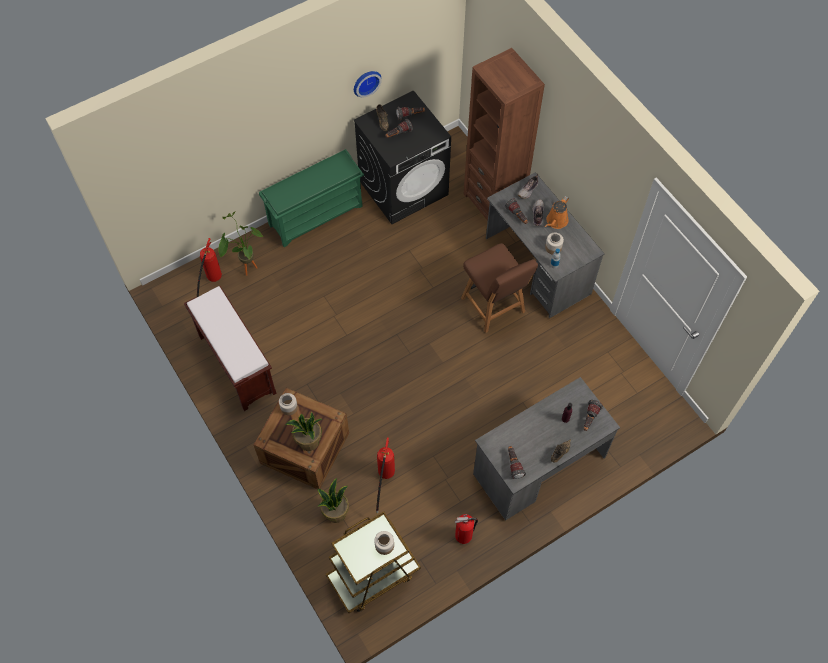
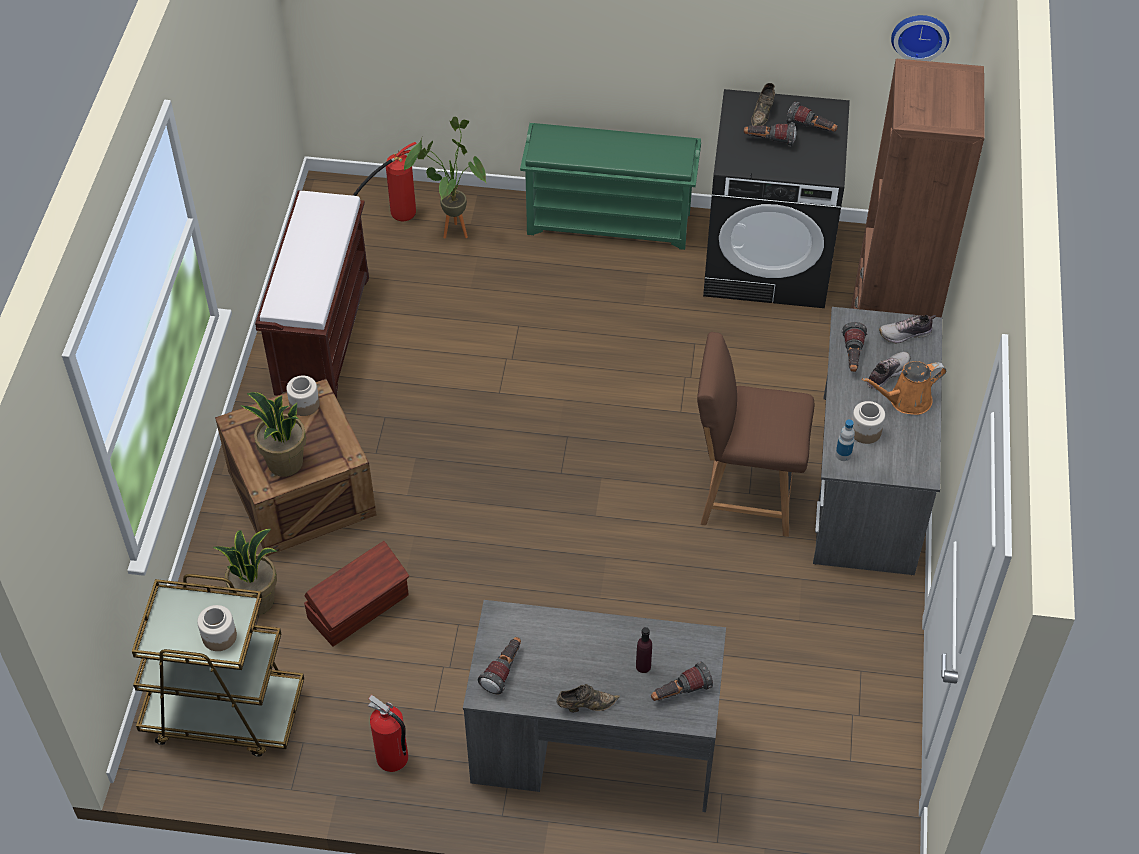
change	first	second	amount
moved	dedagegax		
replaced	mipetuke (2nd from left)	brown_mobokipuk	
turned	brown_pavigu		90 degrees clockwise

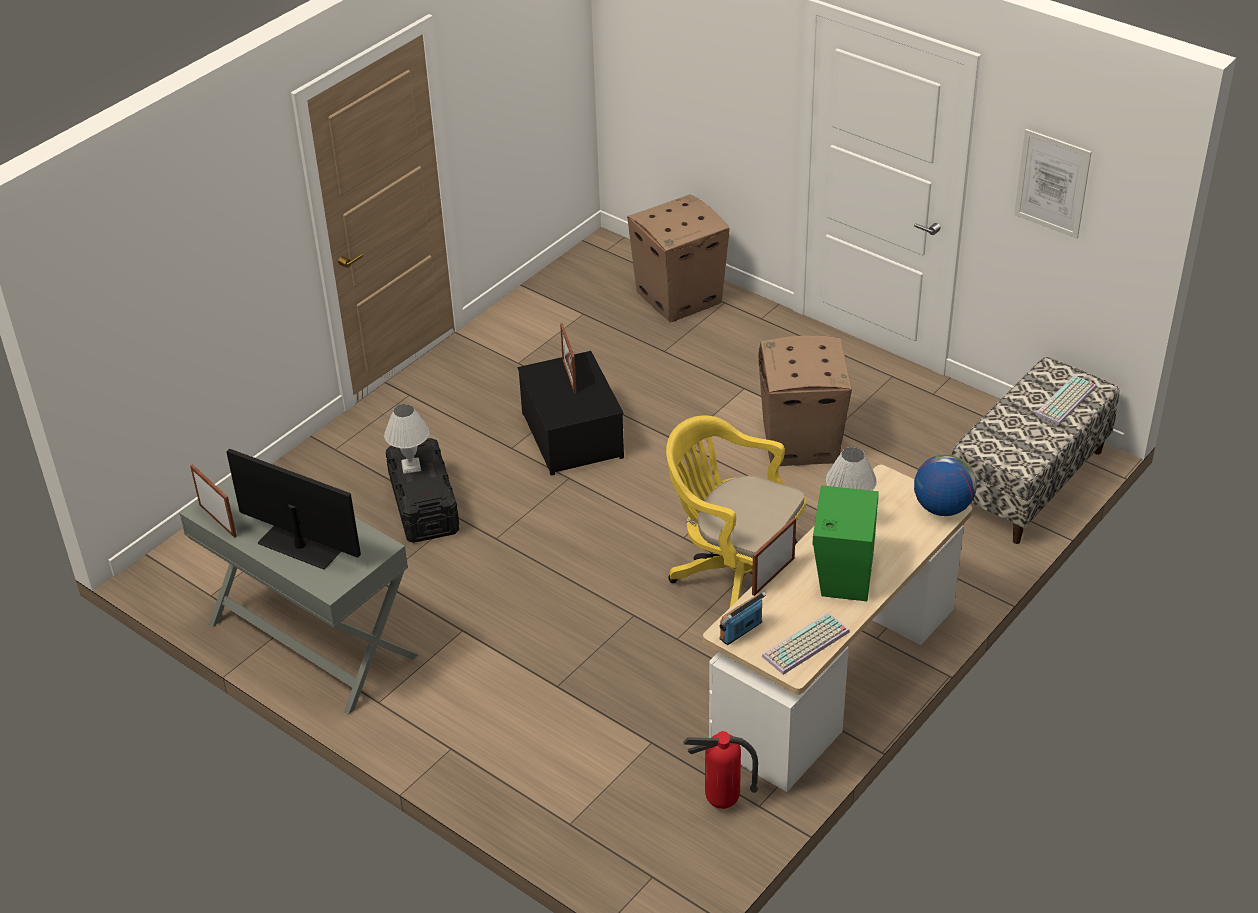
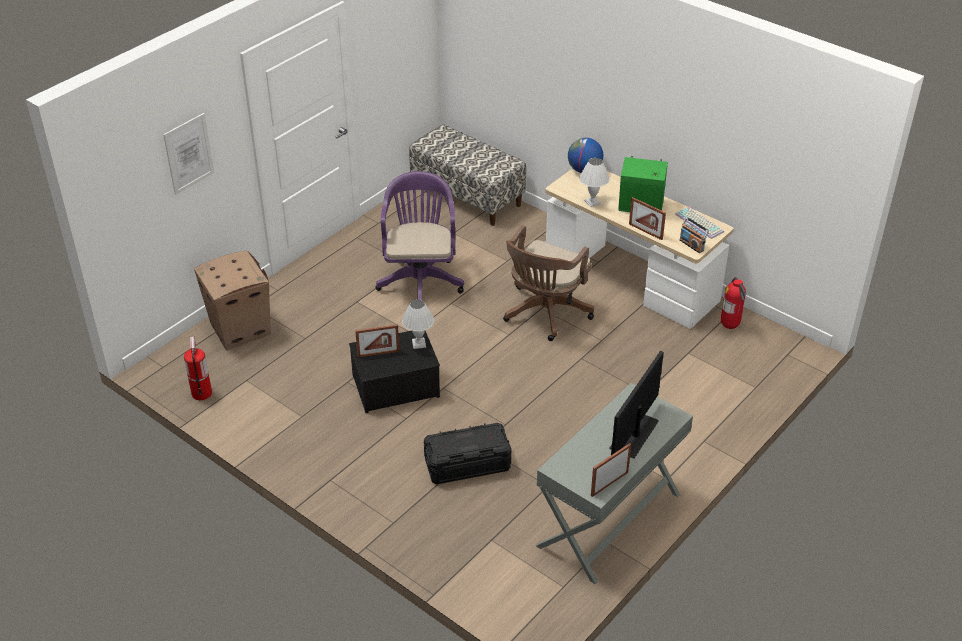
change	first	second	amount
removed	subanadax (2nd from left)		
added		mipetuke (1st from left)	
moved	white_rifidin (1st from left)		
moved	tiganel		
replaced	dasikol (2nd from left)	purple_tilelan	
recoloured	yellow_tilelan	brown_tilelan	

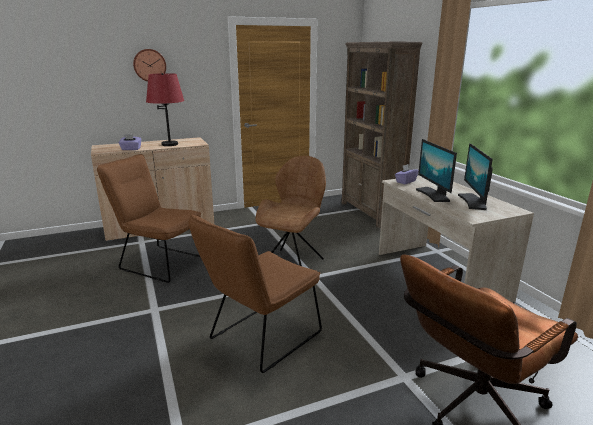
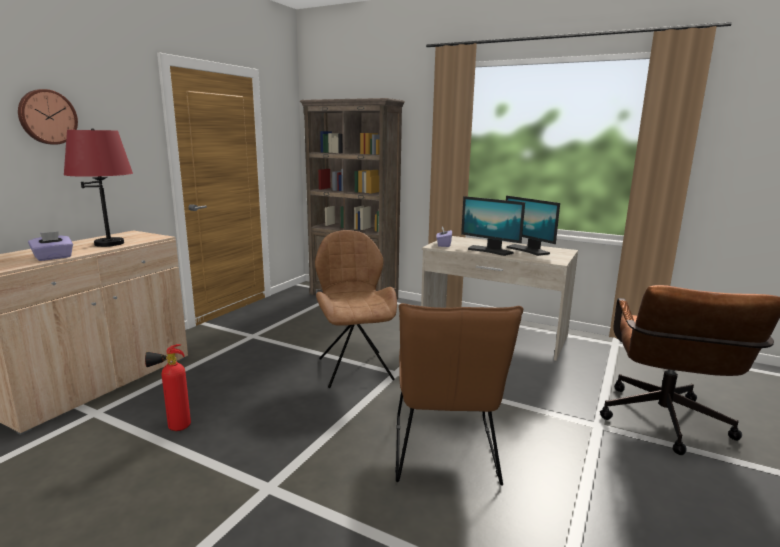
change	first	second	amount
replaced	brown_pavigu (1st from left)	mipetuke	

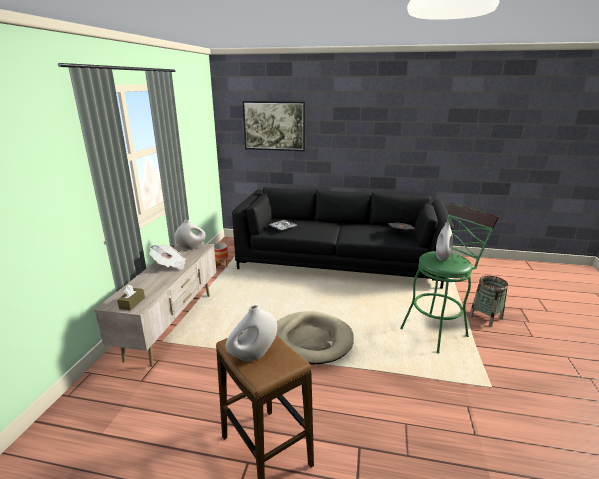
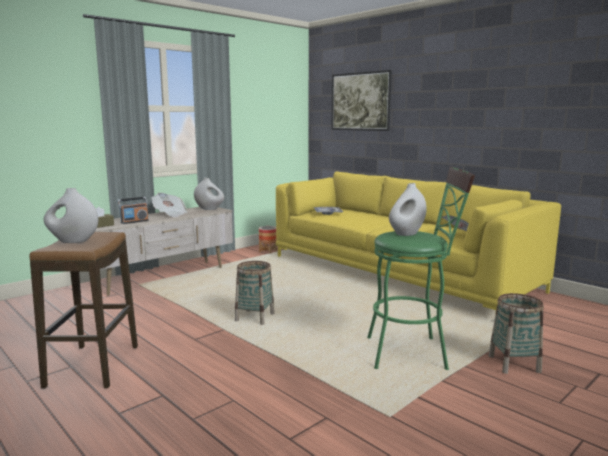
change	first	second	amount
added		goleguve	
replaced	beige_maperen	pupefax (1st from left)	
recoloured	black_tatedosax	yellow_tatedosax	

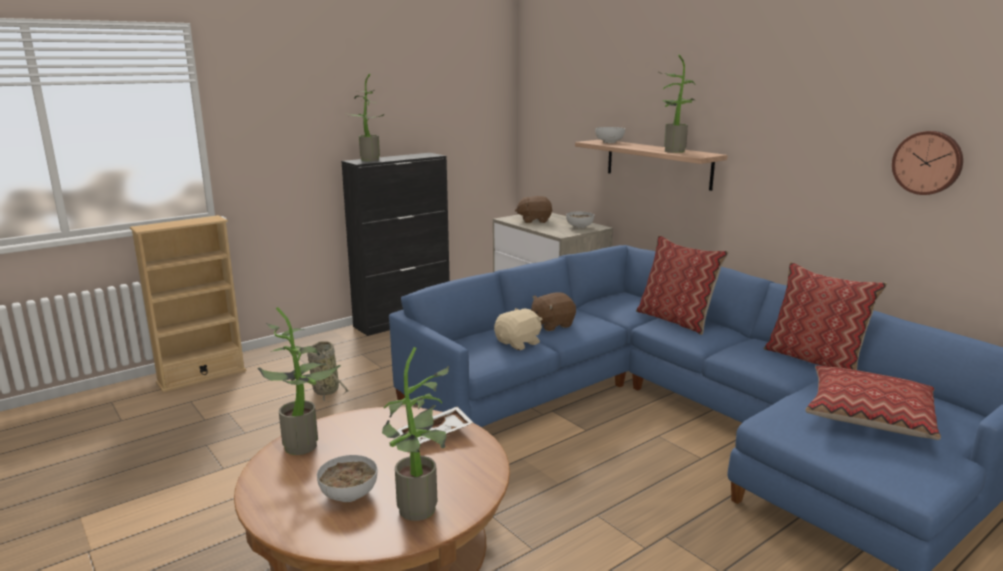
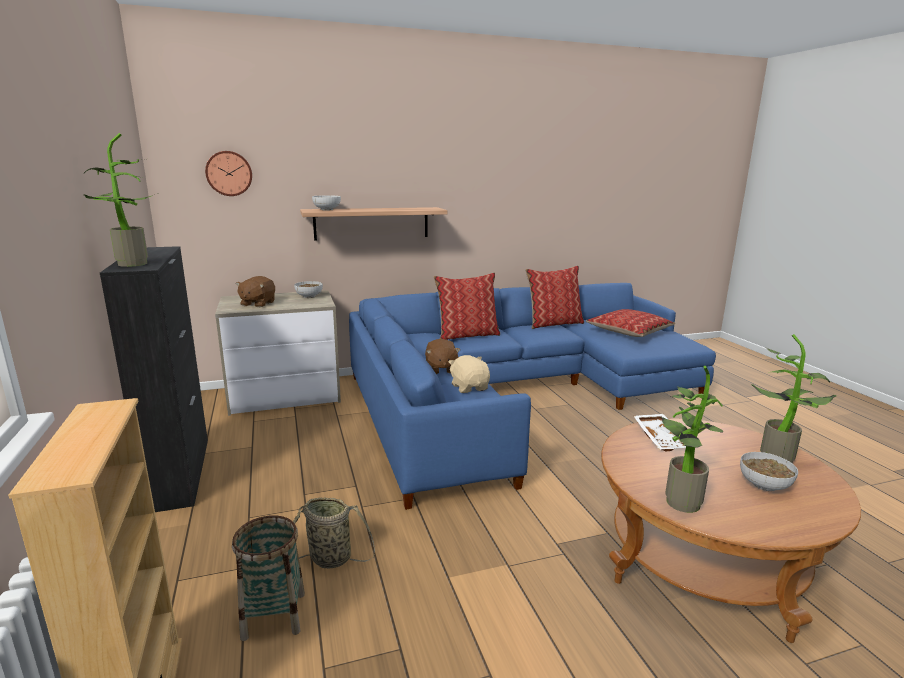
change	first	second	amount
removed	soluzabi (4th from left)		
added		pupefax (1st from left)	
moved	dedagegax		

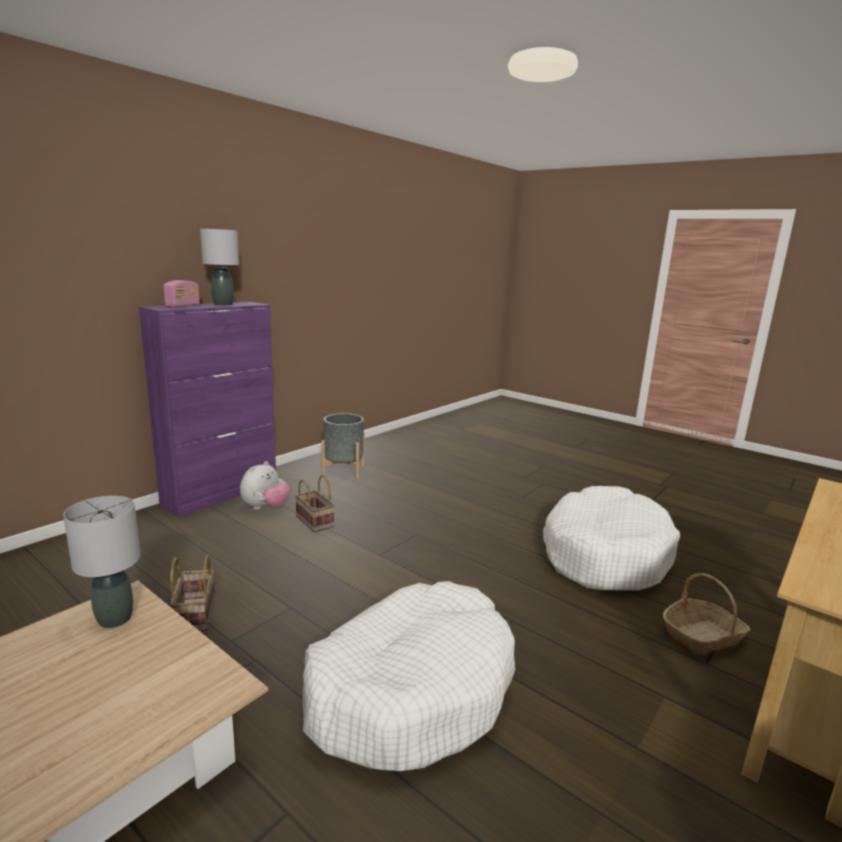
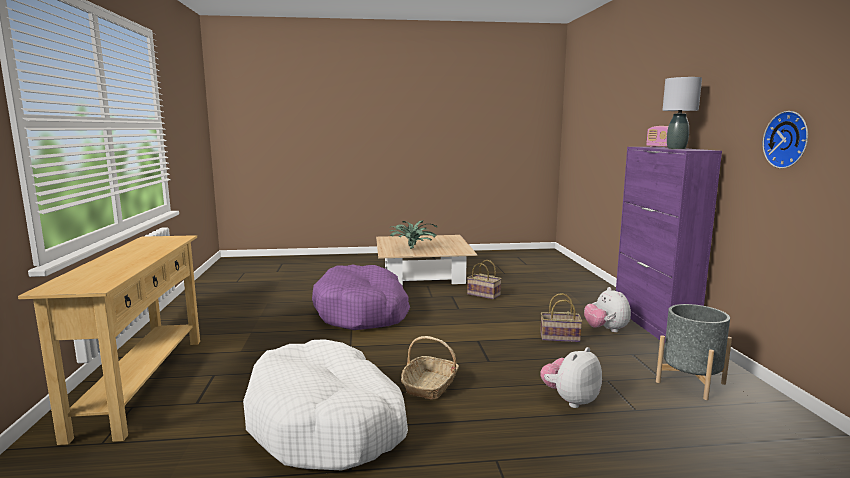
change	first	second	amount
removed	grey_rifidin (1st from left)		
added		soluzabi	
added		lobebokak (1st from left)	
added		dedagegax	
moved	pupefax (3rd from left in the first image)	pupefax (1st from left)	
recoloured	white_maperen (1st from left)	purple_maperen	

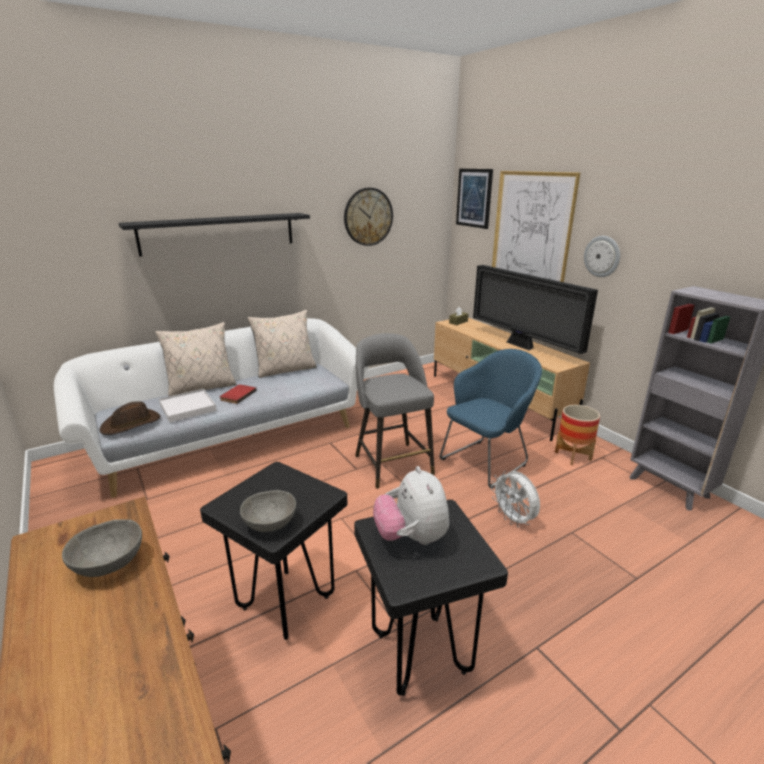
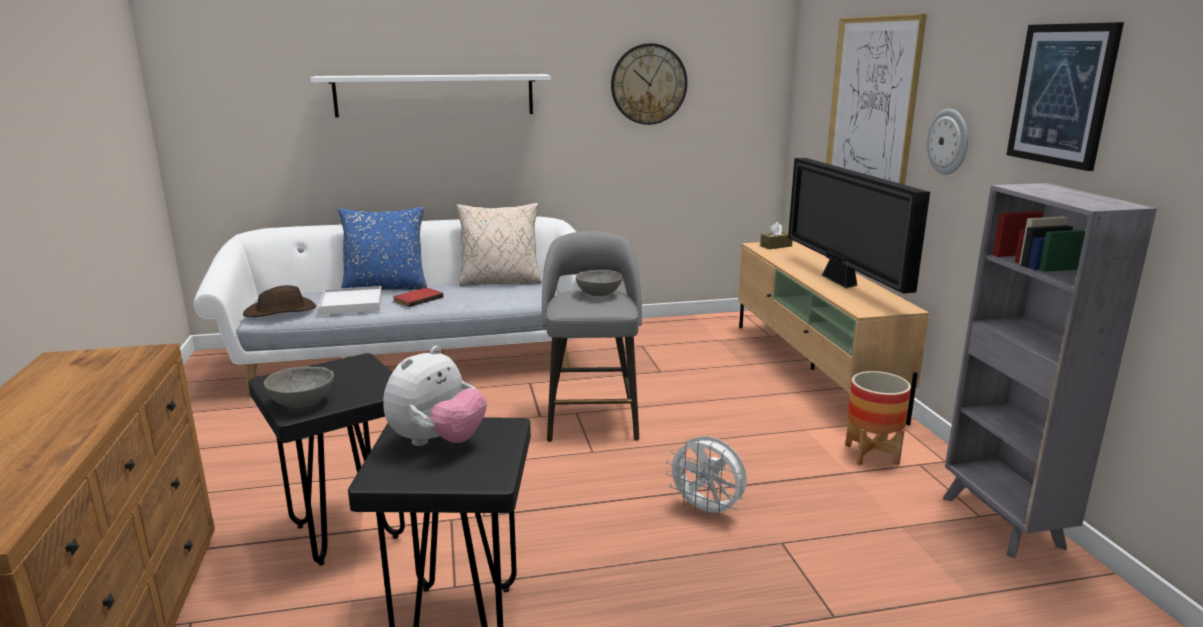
change	first	second	amount
removed	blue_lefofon		
moved	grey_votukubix (1st from left in the first image)	grey_votukubix (2nd from left)	
moved	tiganel (1st from left in the first image)	tiganel (2nd from left)	
recoloured	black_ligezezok	white_ligezezok	
recoloured	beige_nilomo (1st from left)	blue_nilomo	
turned	lobebokak		150 degrees counterclockwise
turned	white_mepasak		45 degrees counterclockwise

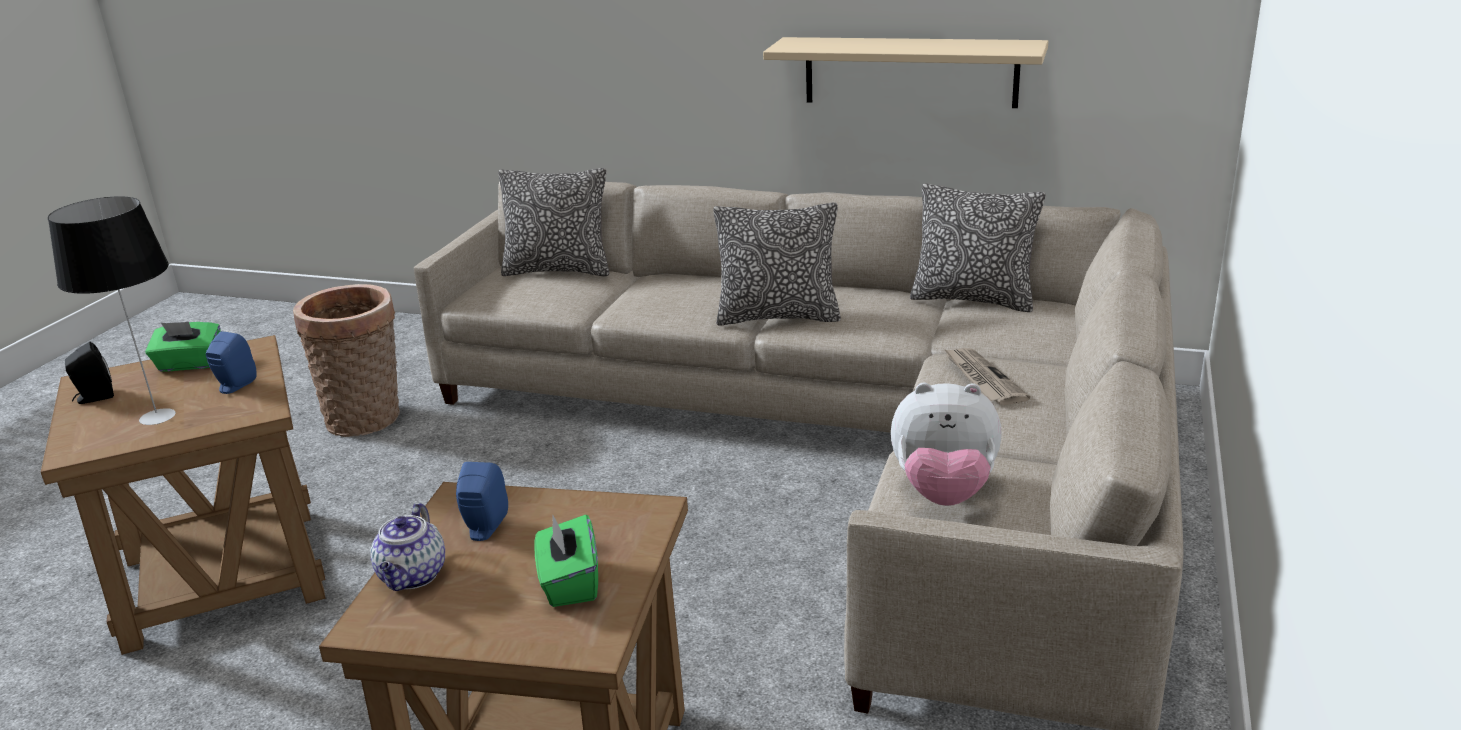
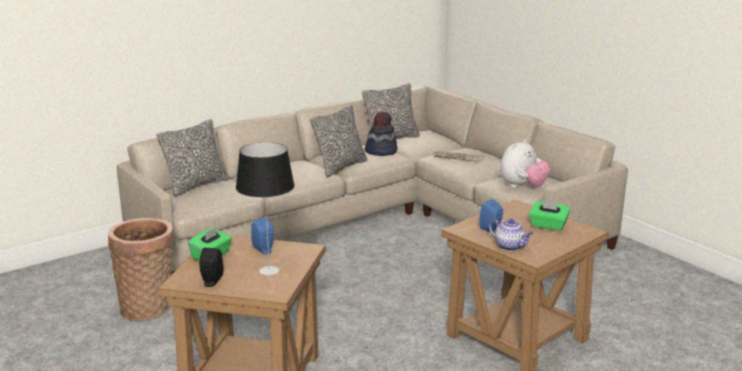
change	first	second	amount
removed	beige_ligezezok		
added		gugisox	

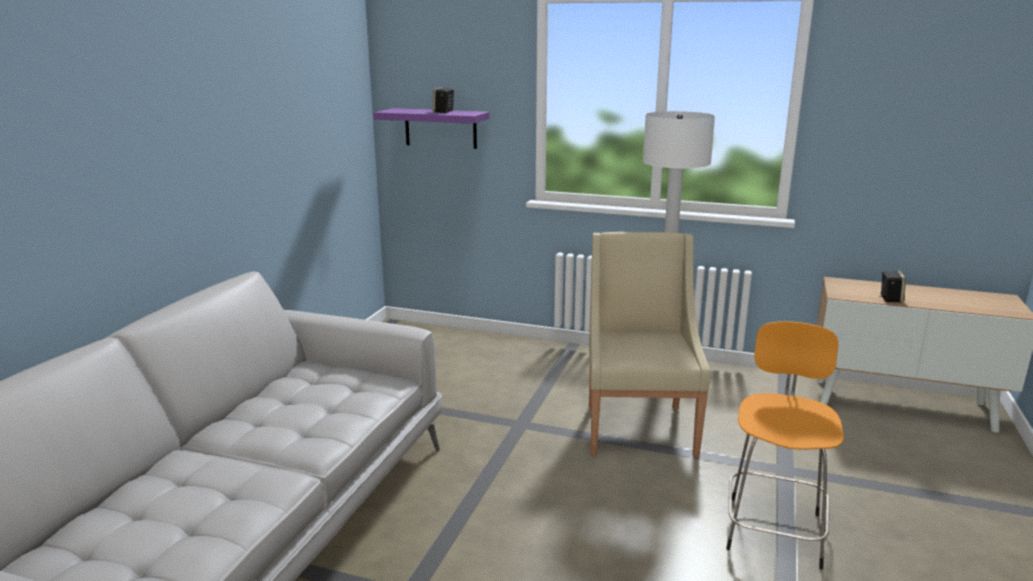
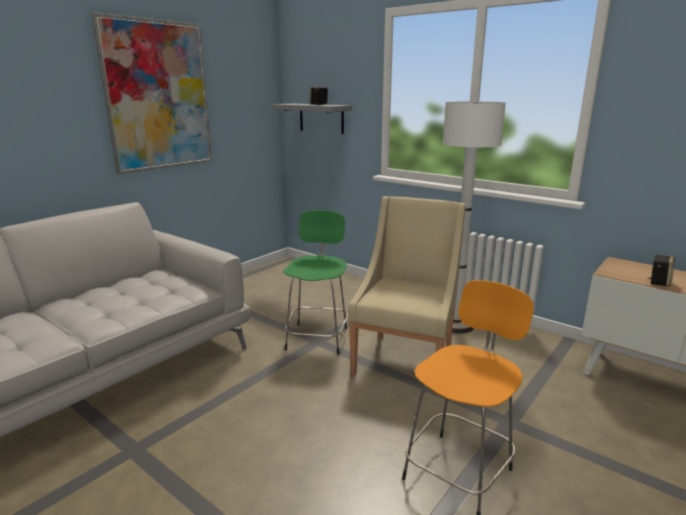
change	first	second	amount
added		tiganel	
added		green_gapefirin	
recoloured	purple_ligezezok	grey_ligezezok	

